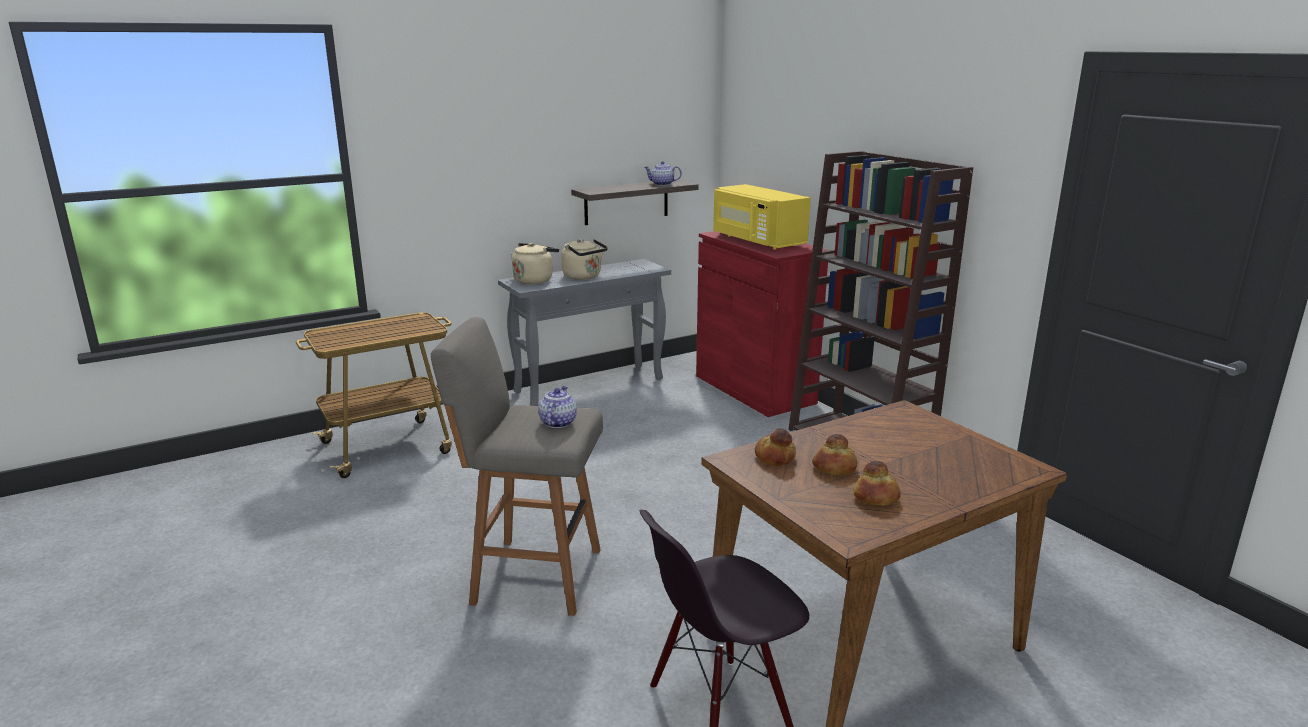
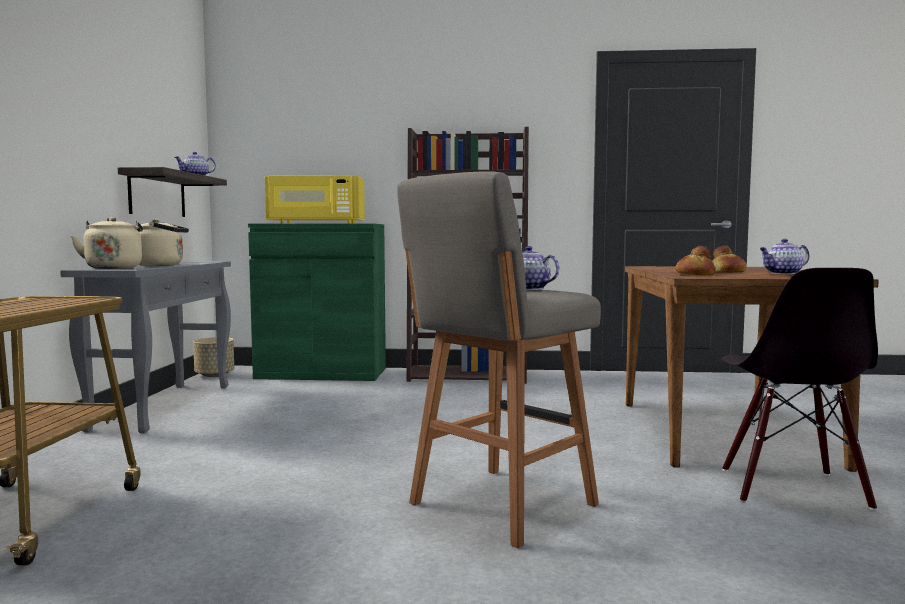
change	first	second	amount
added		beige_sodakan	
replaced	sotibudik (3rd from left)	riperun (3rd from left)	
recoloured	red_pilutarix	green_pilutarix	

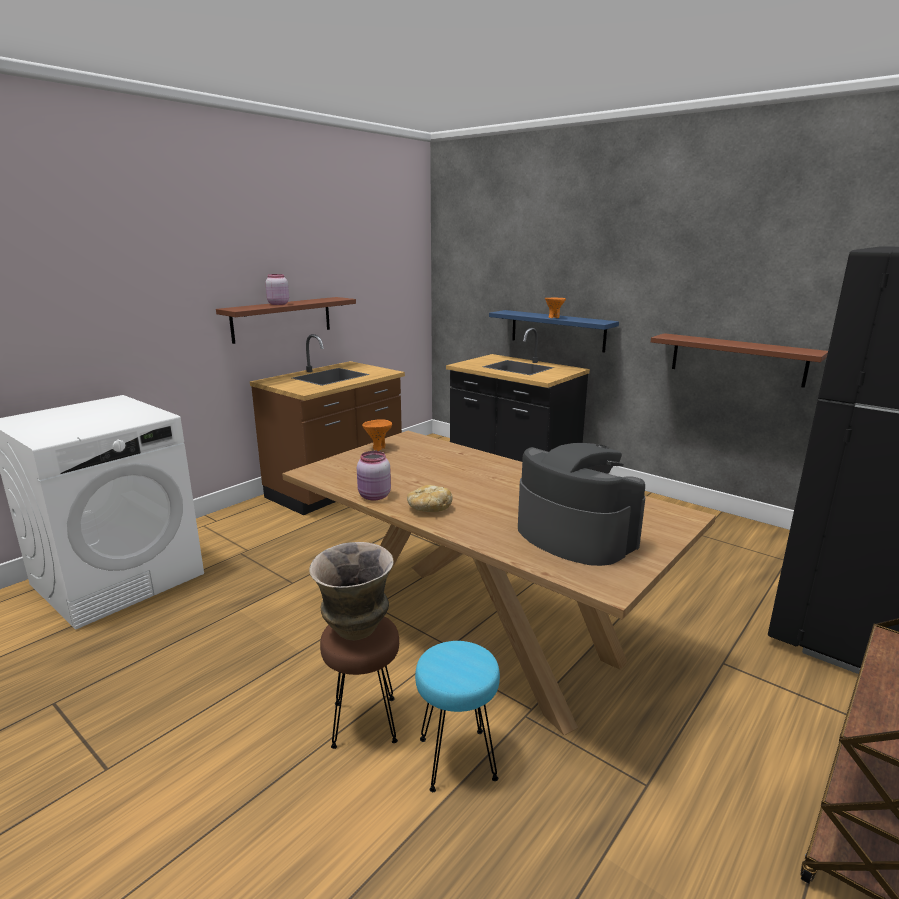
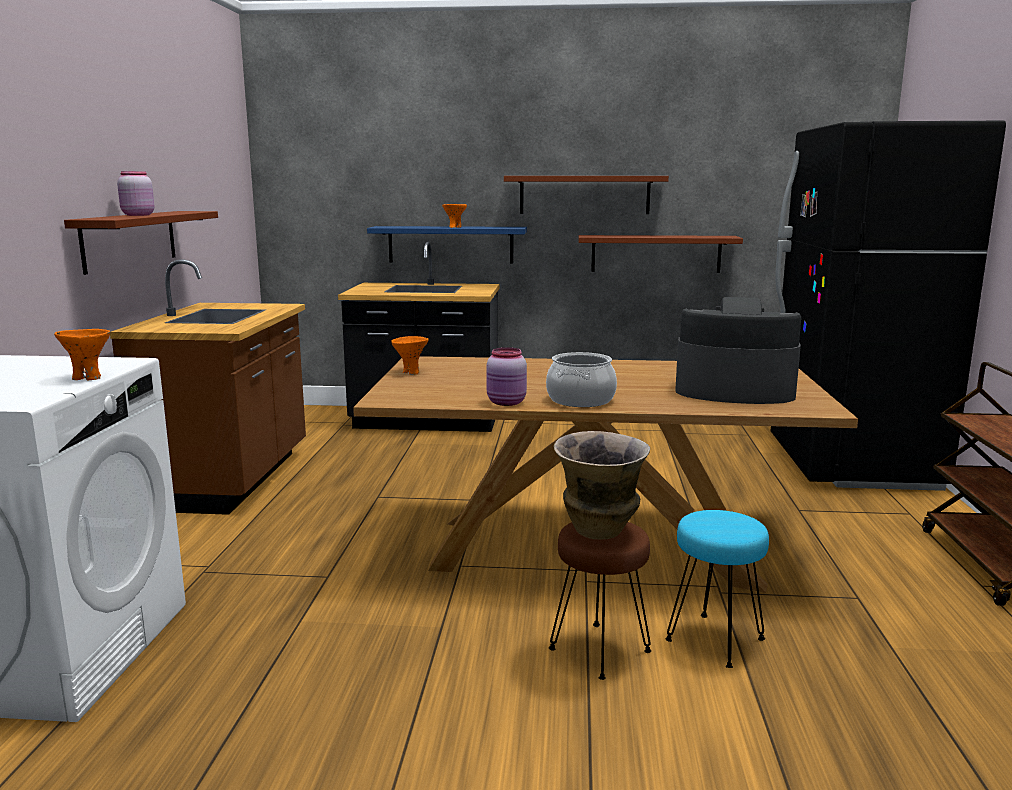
change	first	second	amount
added		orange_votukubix (1st from left)	
added		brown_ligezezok (2nd from left)	
replaced	sotibudik	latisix	

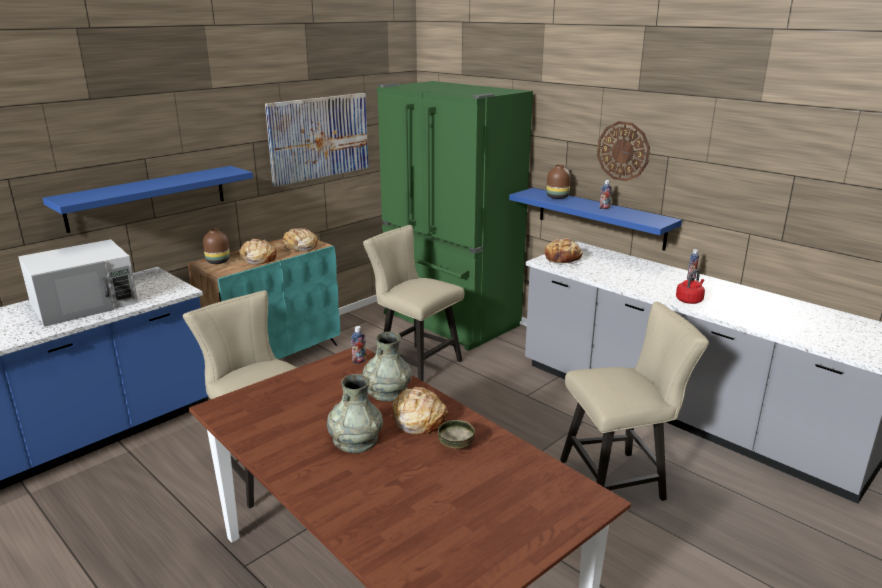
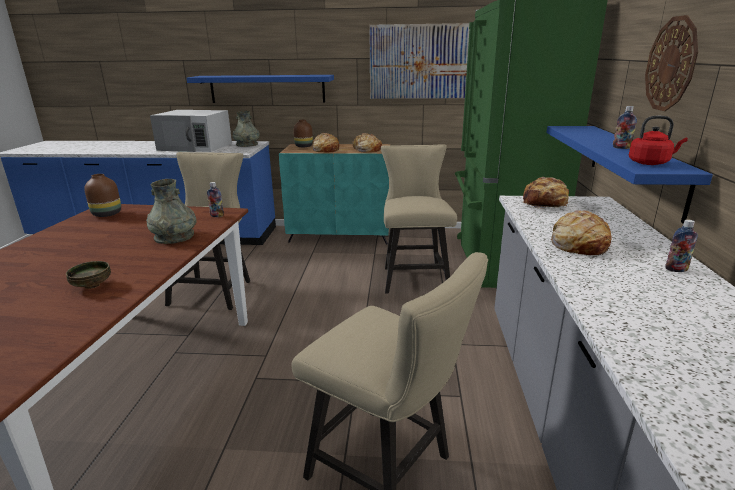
change	first	second	amount
moved	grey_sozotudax (1st from left in the first image)	grey_sozotudax (2nd from left)	
moved	sotibudik (3rd from left in the first image)	sotibudik (4th from left)	
moved	brown_sozotudax (2nd from left in the first image)	brown_sozotudax (1st from left)	
moved	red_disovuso		

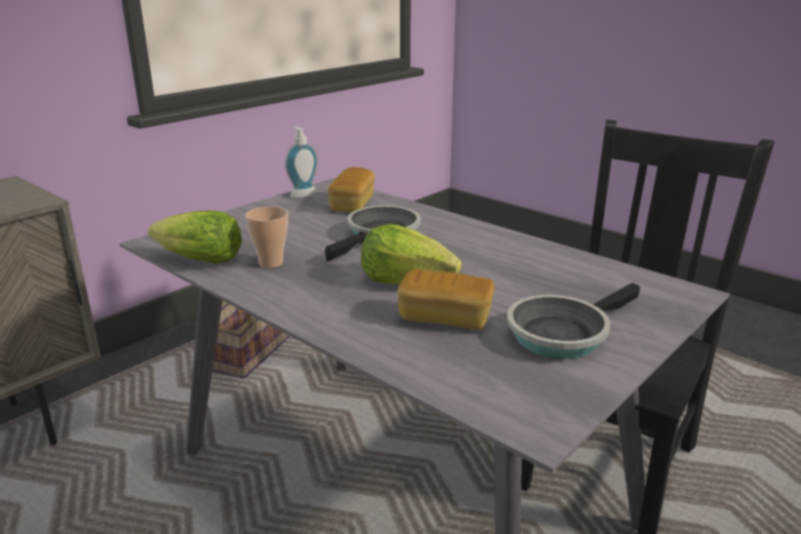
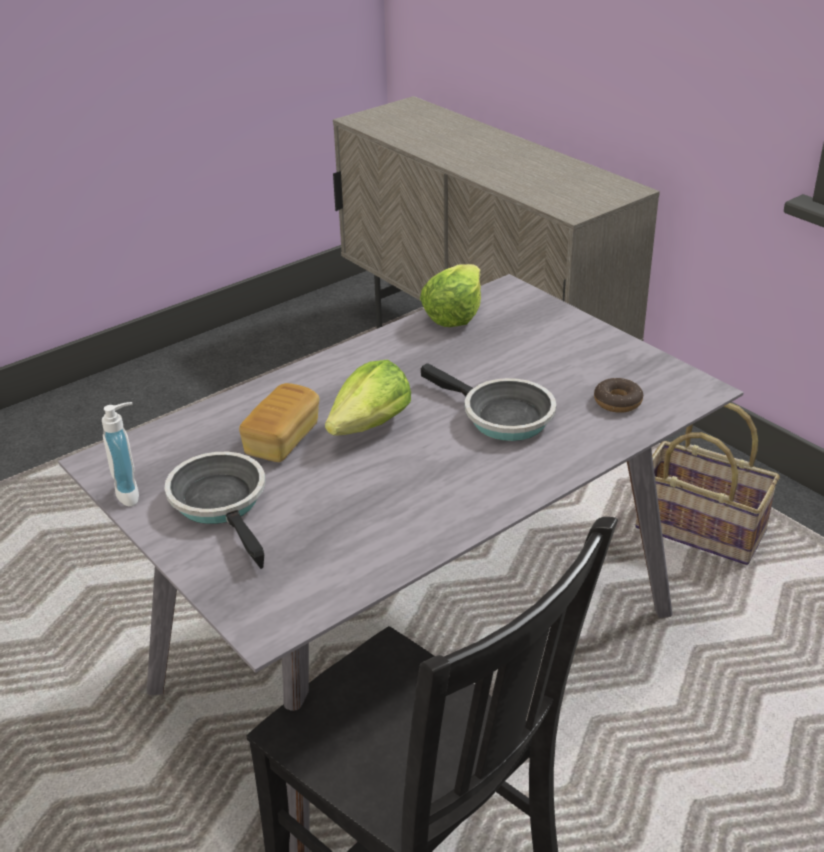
change	first	second	amount
removed	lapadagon		
moved	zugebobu		
replaced	sotibudik (1st from left)	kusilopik	

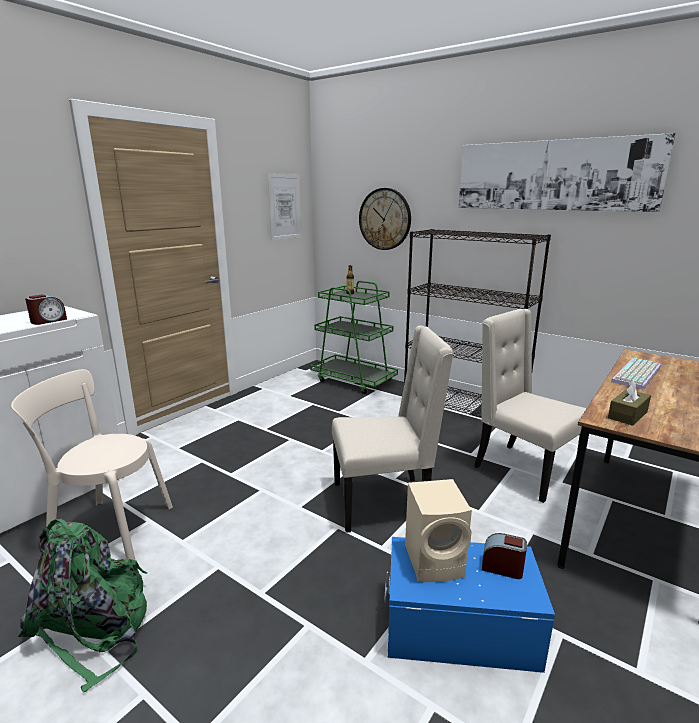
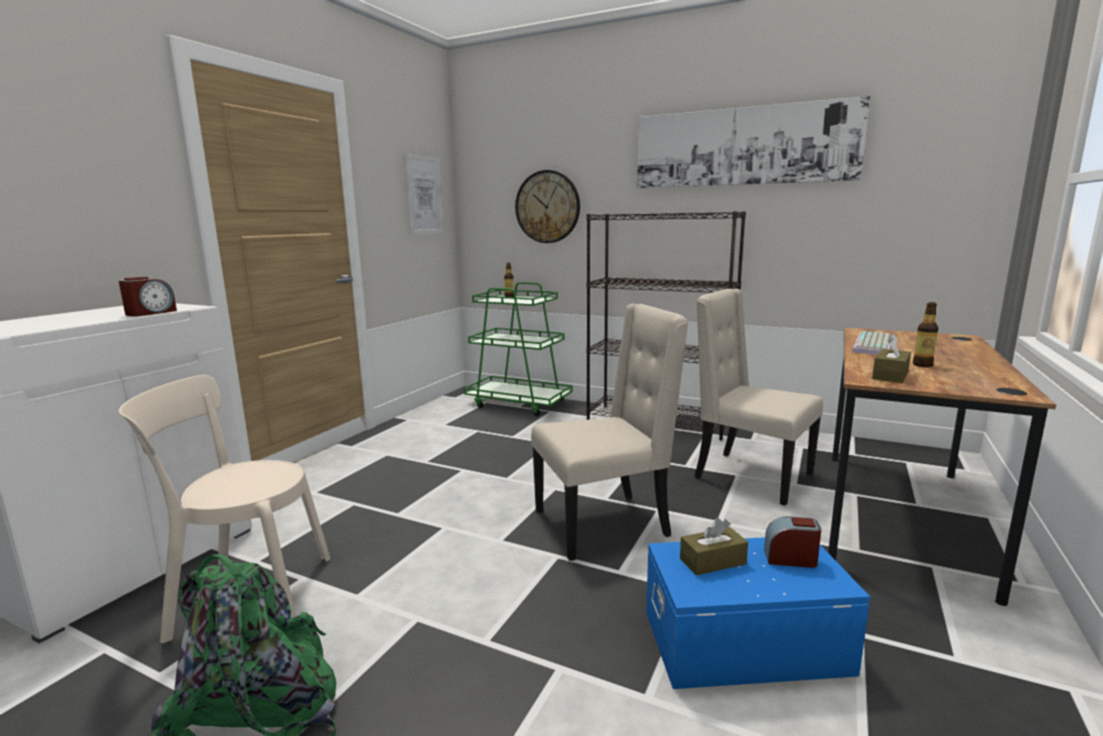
change	first	second	amount
added		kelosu (2nd from left)	
replaced	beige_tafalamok	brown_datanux (1st from left)	

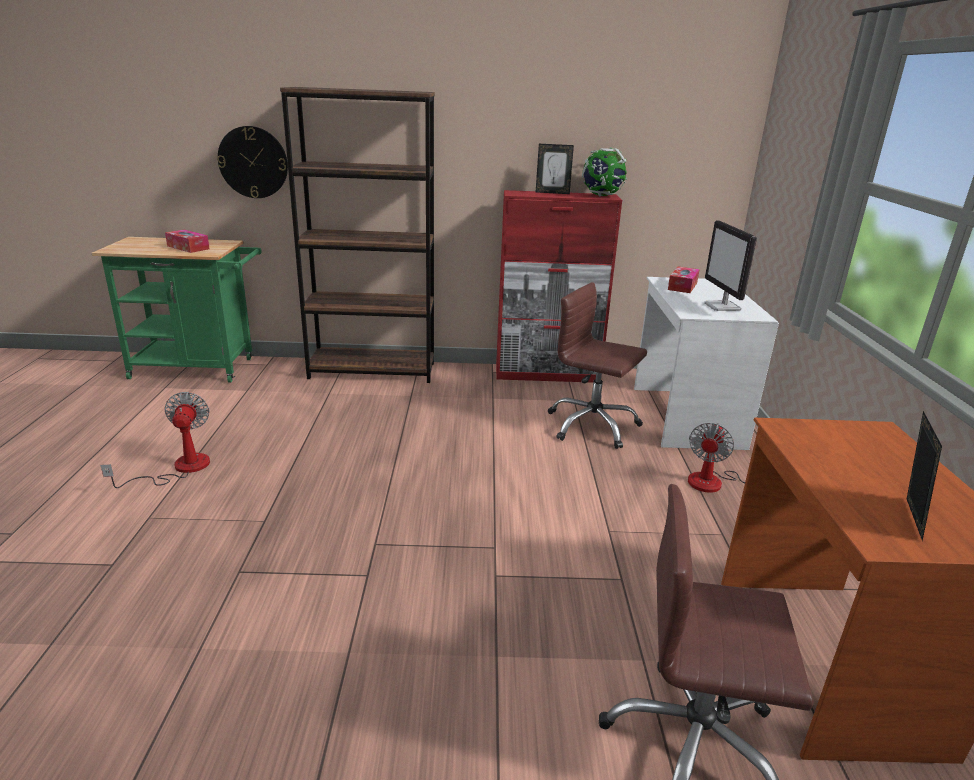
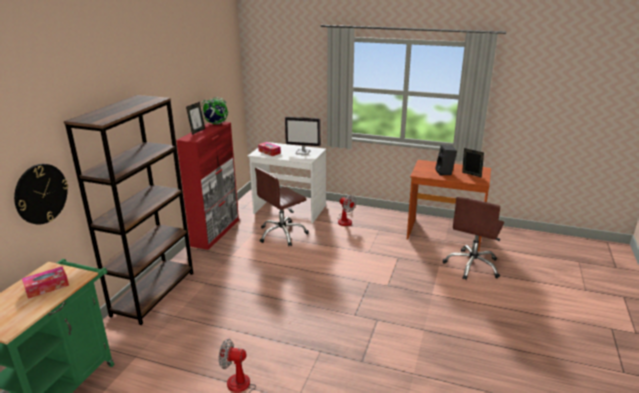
change	first	second	amount
added		black_tafalamok	

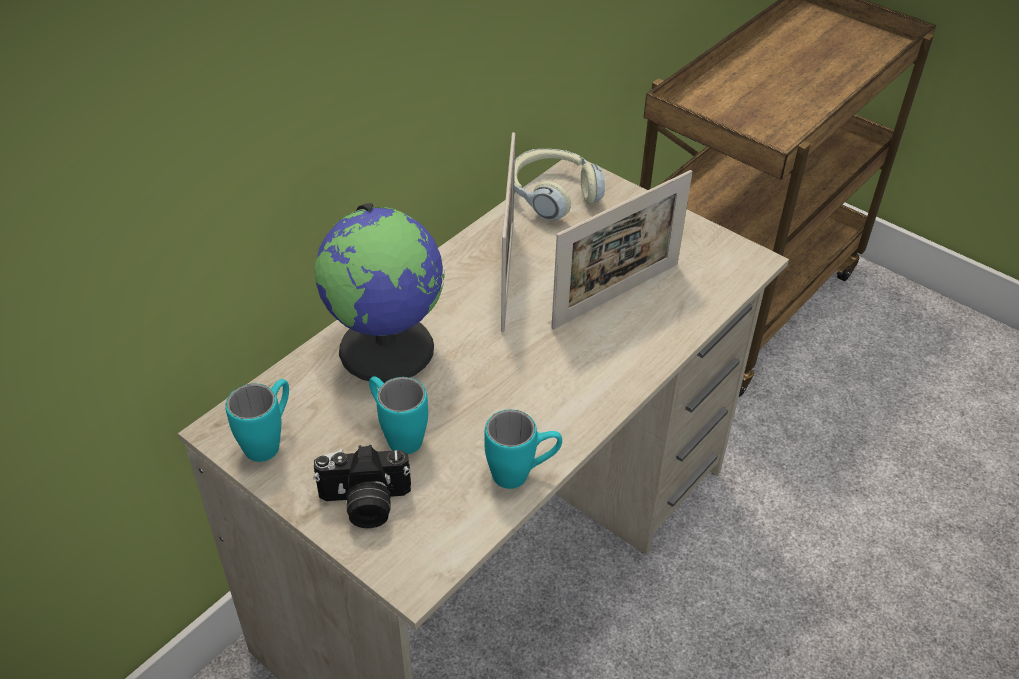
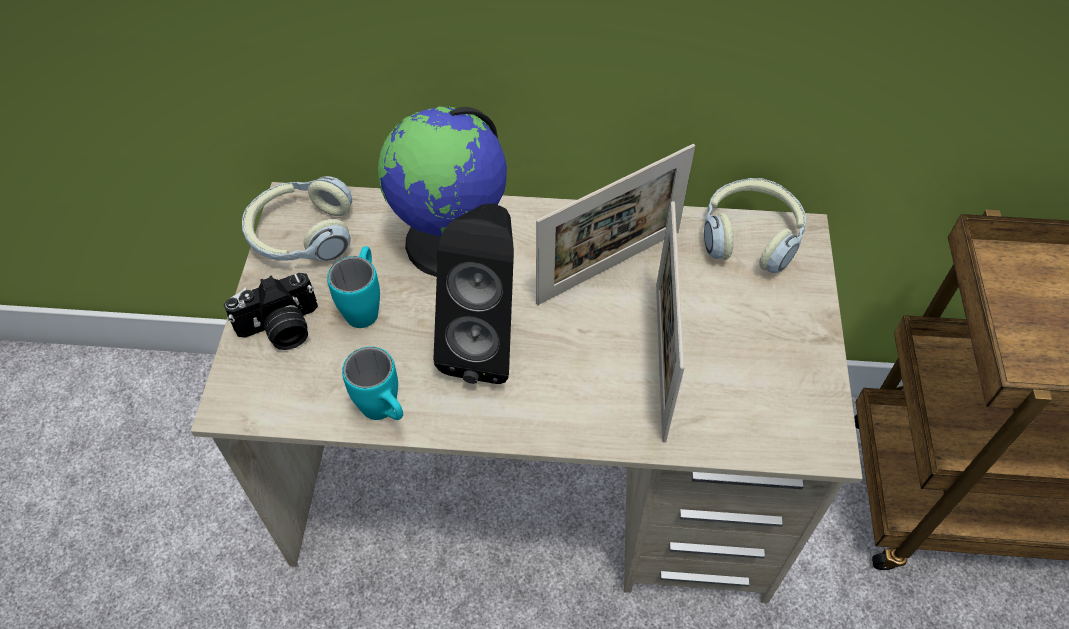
change	first	second	amount
added		black_tafalamok	
replaced	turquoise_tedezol (1st from left)	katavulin (1st from left)	
turned	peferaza		75 degrees counterclockwise
turned	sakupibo (2nd from left)		75 degrees clockwise

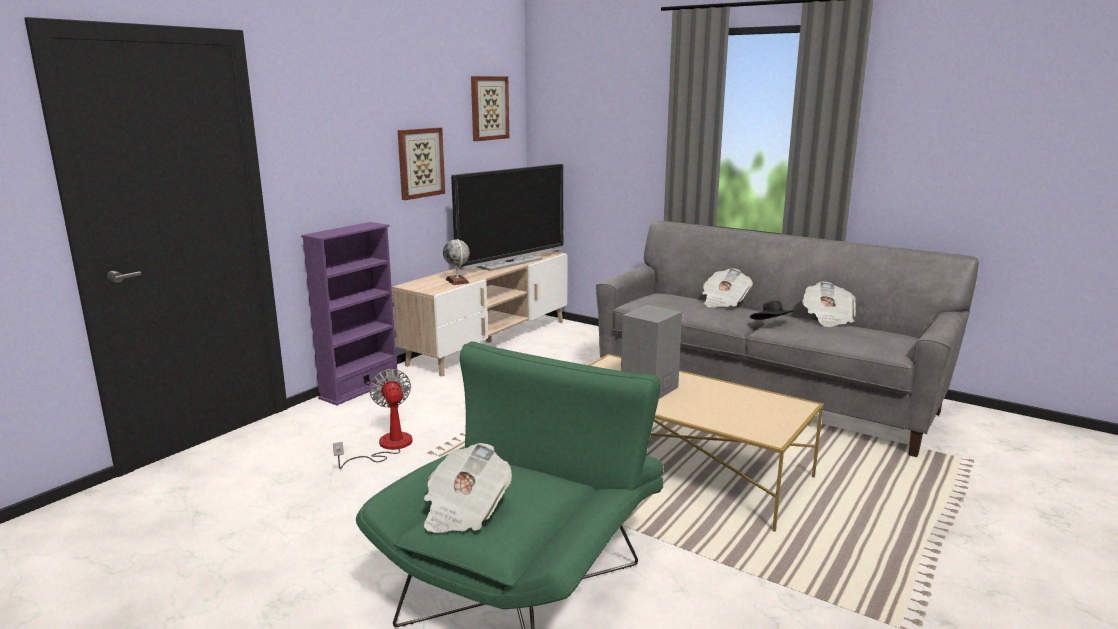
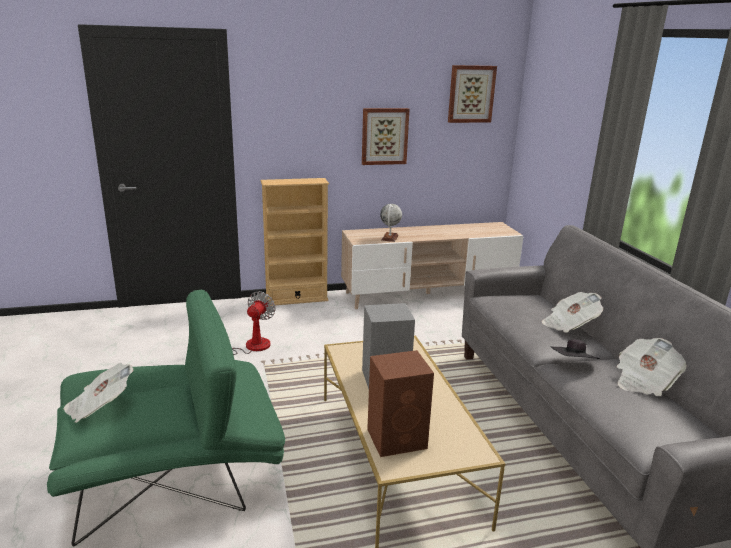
change	first	second	amount
removed	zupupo		
added		brown_tafalamok	
recoloured	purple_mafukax	beige_mafukax	

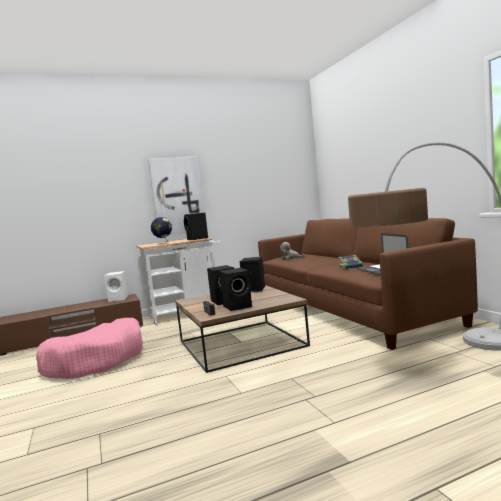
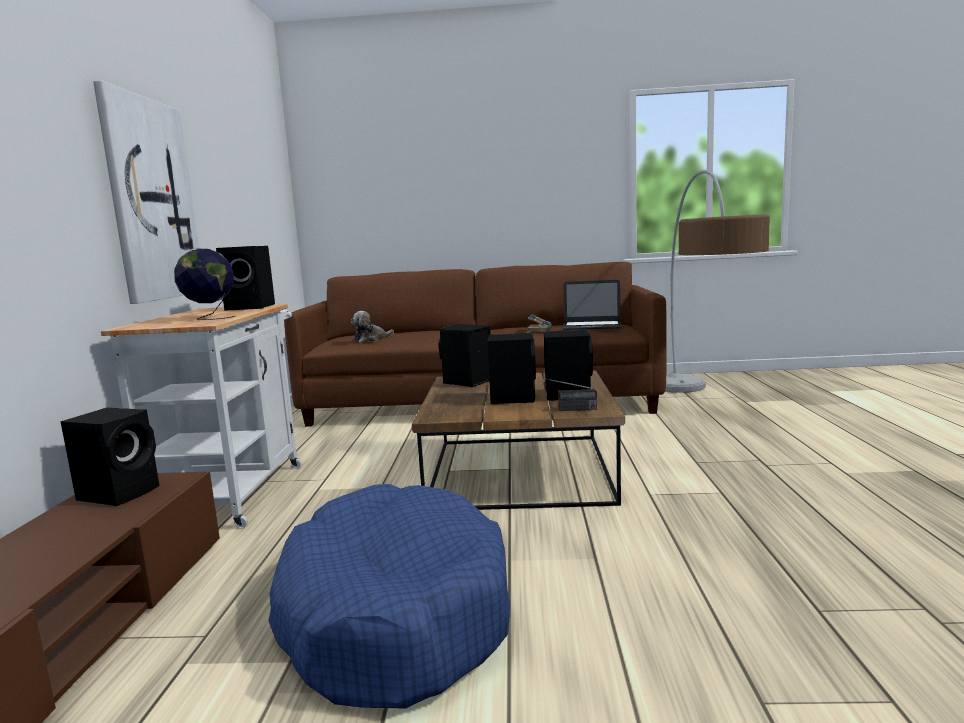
change	first	second	amount
recoloured	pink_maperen	blue_maperen	
recoloured	white_tafalamok	black_tafalamok (1st from left)	

